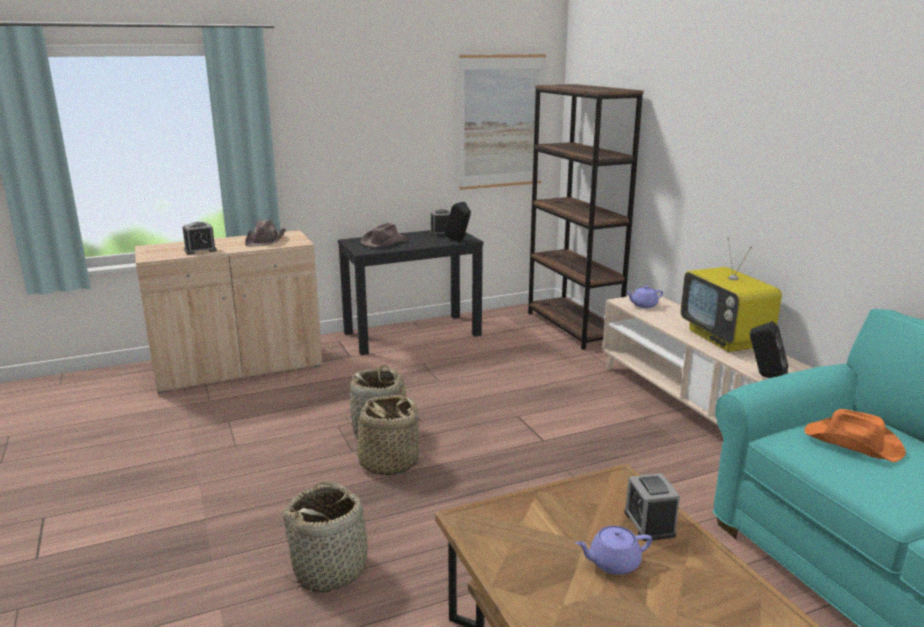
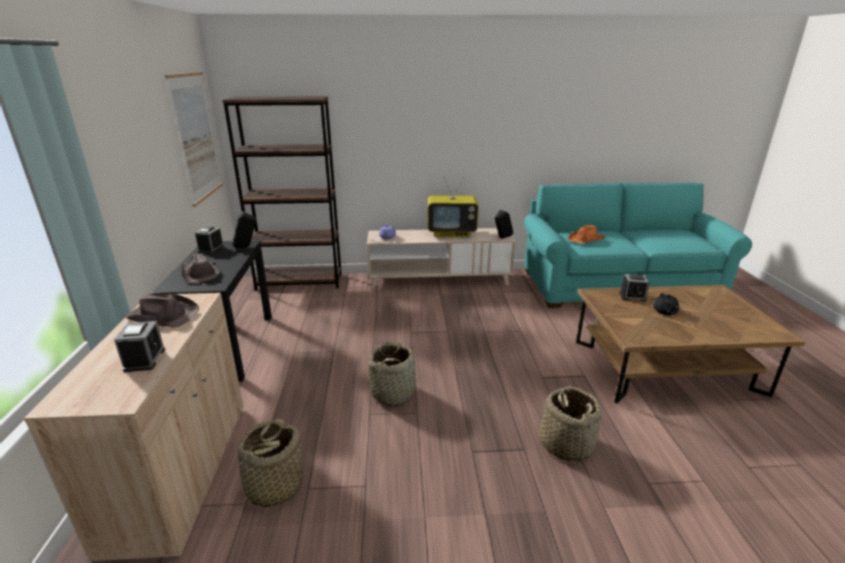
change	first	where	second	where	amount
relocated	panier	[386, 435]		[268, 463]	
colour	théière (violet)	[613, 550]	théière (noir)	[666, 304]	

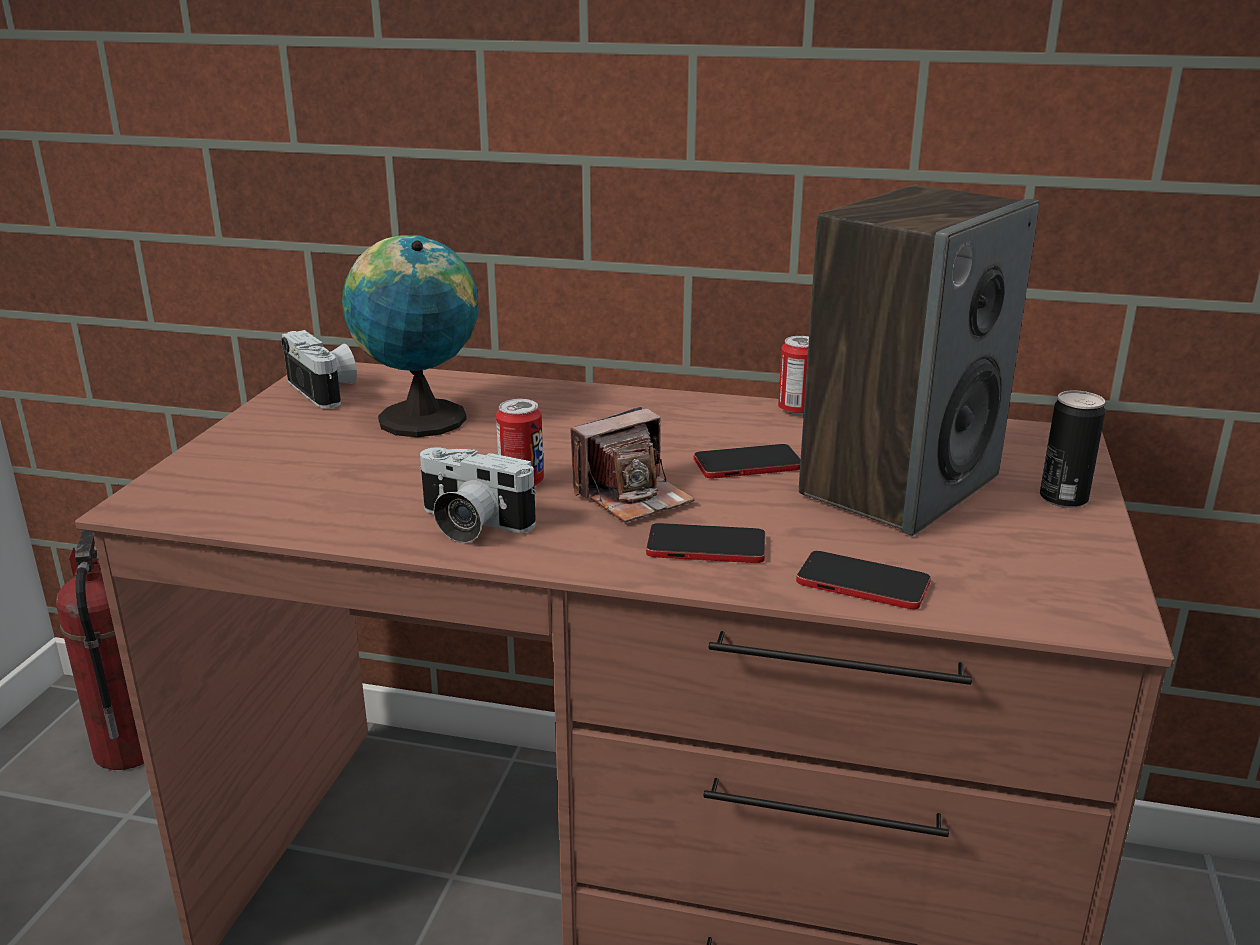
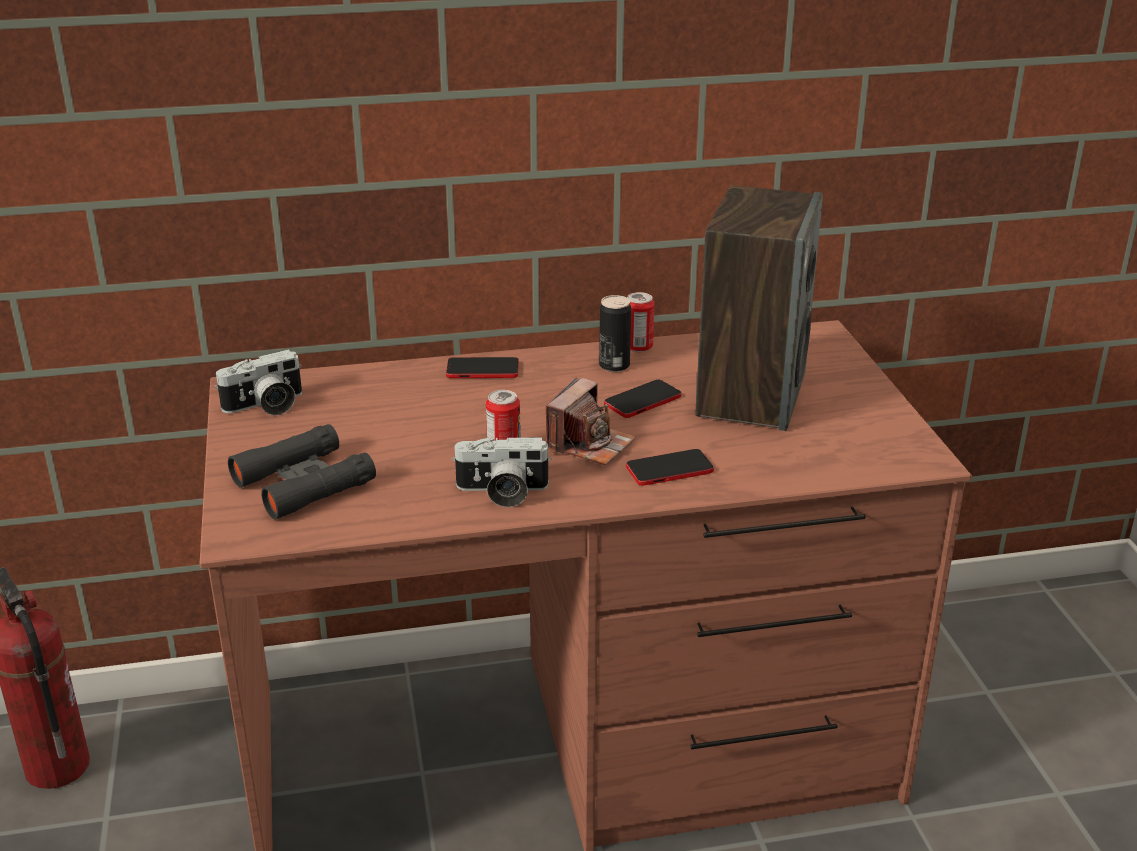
change	first	where	second	where	amount
spun	appareil photo	[319, 369]		[258, 382]	120 degrees clockwise
appeared			jumelles (noir)	[302, 472]	
relocated	téléphone	[863, 580]		[482, 367]	
relocated	boîte métallique	[1072, 449]		[615, 333]	
missing	globe	[410, 336]			

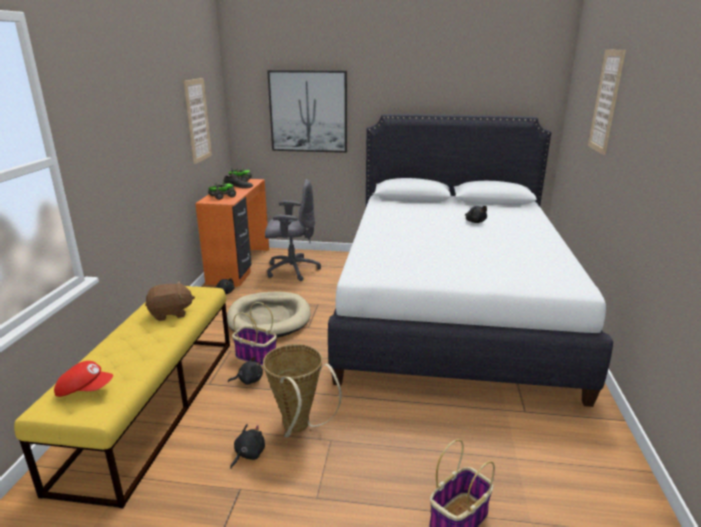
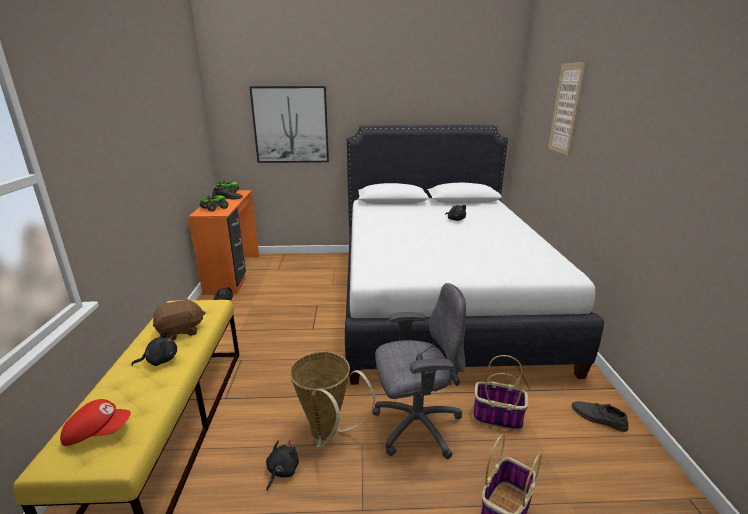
change	first	where	second	where	amount
relocated	peluche (noir)	[245, 371]		[154, 348]	
relocated	chaise de bureau (gris)	[293, 230]		[419, 371]	
relocated	panier	[254, 334]		[500, 392]	
appeared			chaussure (gris)	[600, 416]	
missing	tableau	[198, 121]			
missing	panier pour chien (beige)	[269, 315]			

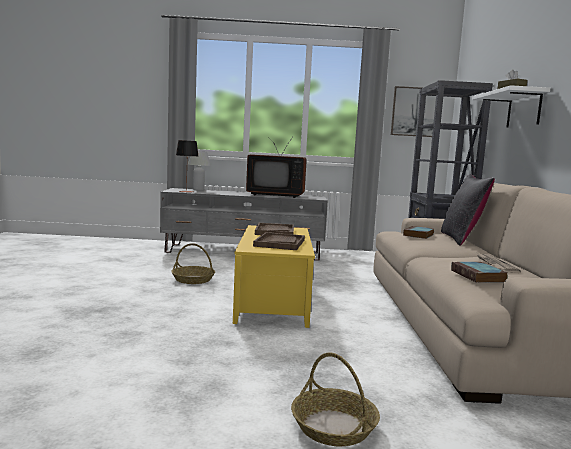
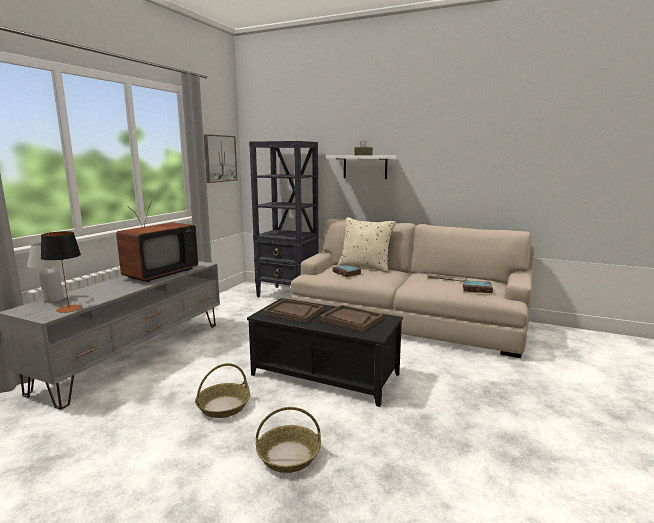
change	first	where	second	where	amount
colour	table basse (jaune)	[274, 276]	table basse (noir)	[325, 352]	
relocated	panier	[335, 399]		[288, 440]	
colour	coussin (noir)	[468, 210]	coussin (beige)	[367, 244]	

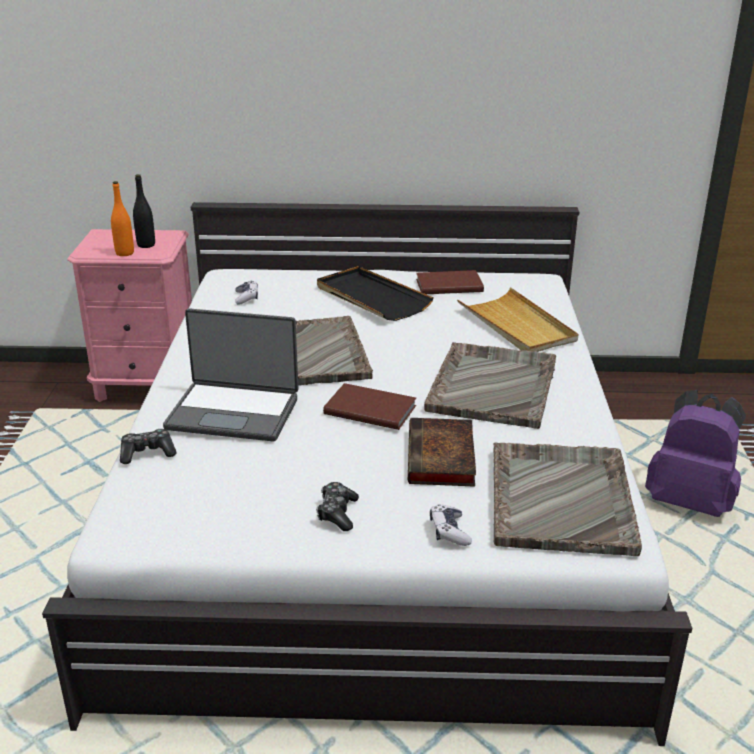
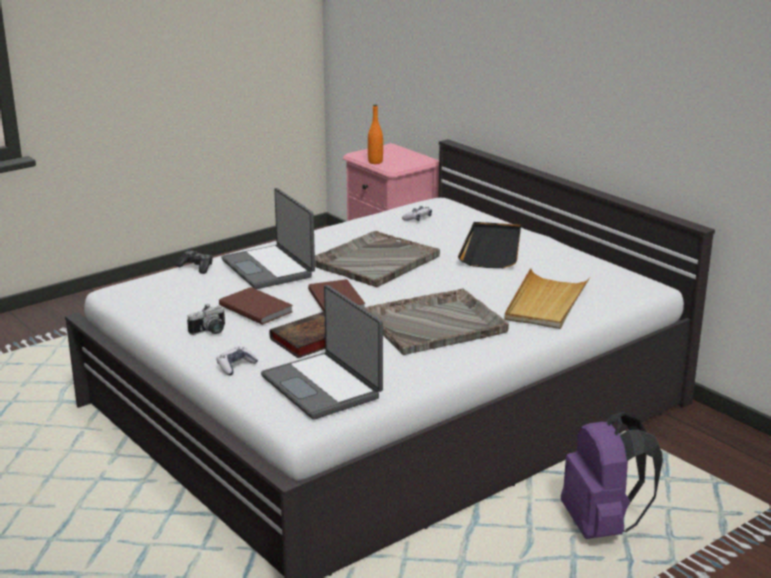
change	first	where	second	where	amount
exchanged	manette	[337, 506]	appareil photo	[206, 319]	
relocated	livre (marron)	[450, 282]		[256, 306]	
exchanged	plateau (gris)	[567, 499]	ordinateur portable	[322, 352]	
missing	bouteille (noir)	[144, 211]			

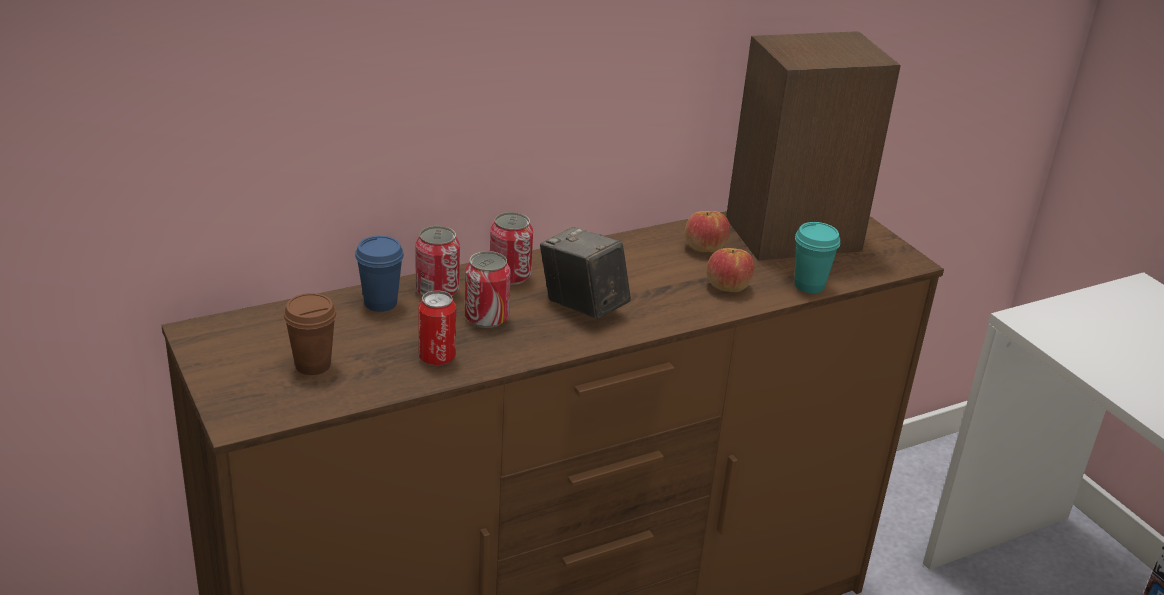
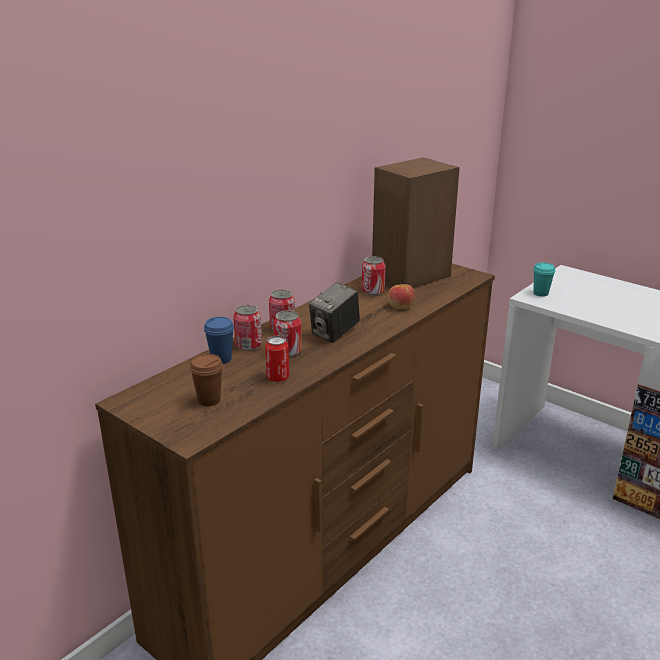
change	first	where	second	where	amount
spun	appareil photo	[585, 273]		[334, 312]	75 degrees counterclockwise
exchanged	pomme	[707, 231]	boîte métallique	[374, 276]	
relocated	tasse (turquoise)	[817, 257]		[544, 280]	

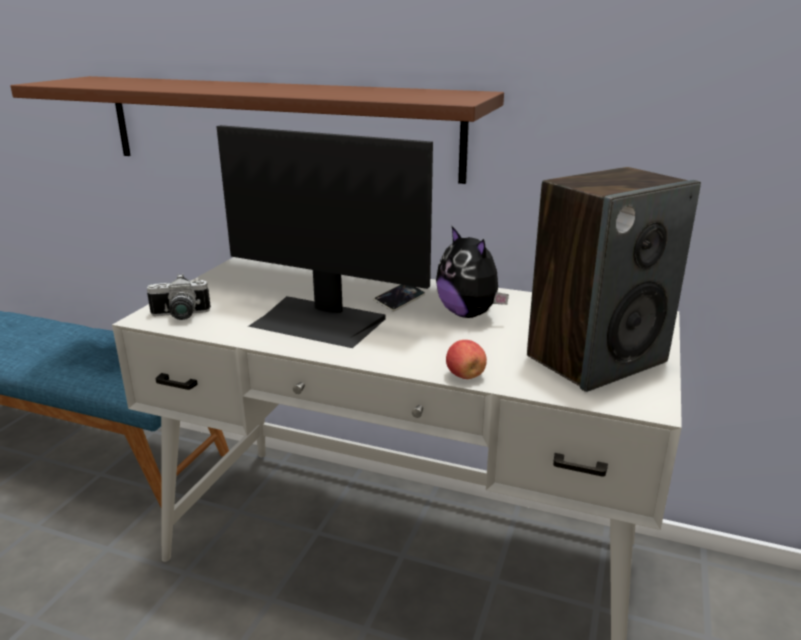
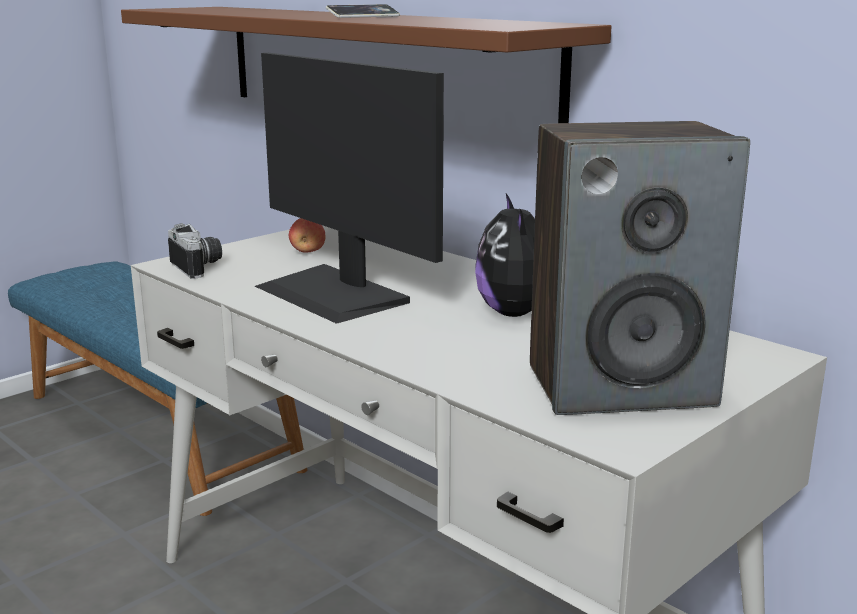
change	first	where	second	where	amount
spun	appareil photo	[179, 297]		[195, 251]	135 degrees counterclockwise
relocated	pomme	[466, 359]		[307, 235]	
relocated	téléphone	[399, 298]		[363, 11]	

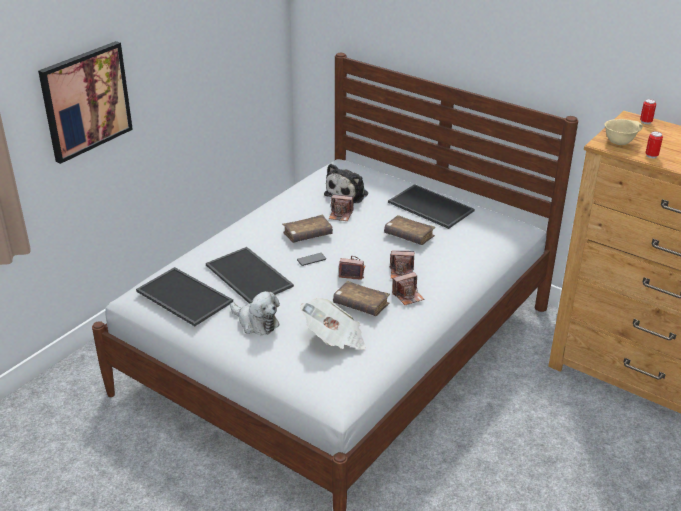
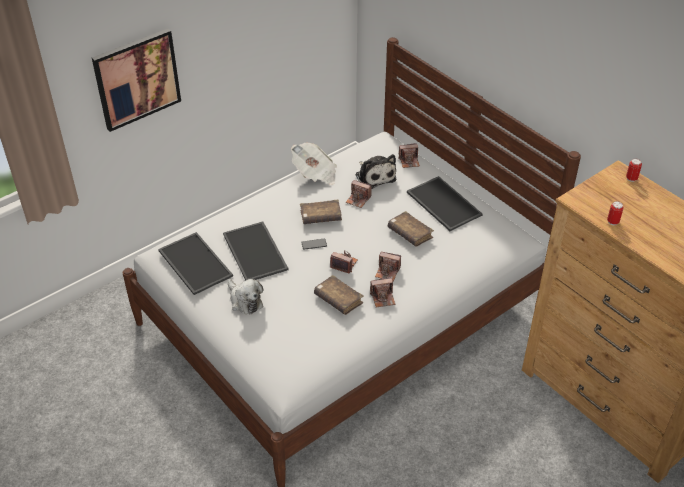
change	first	where	second	where	amount
relocated	journal	[333, 324]		[314, 164]	
spun	peluche	[346, 184]		[376, 171]	75 degrees counterclockwise
appeared			appareil photo	[409, 155]	
missing	bol (beige)	[623, 132]			

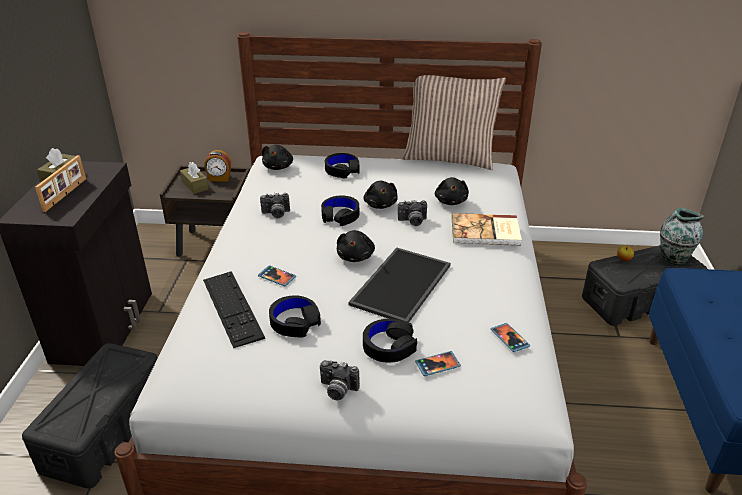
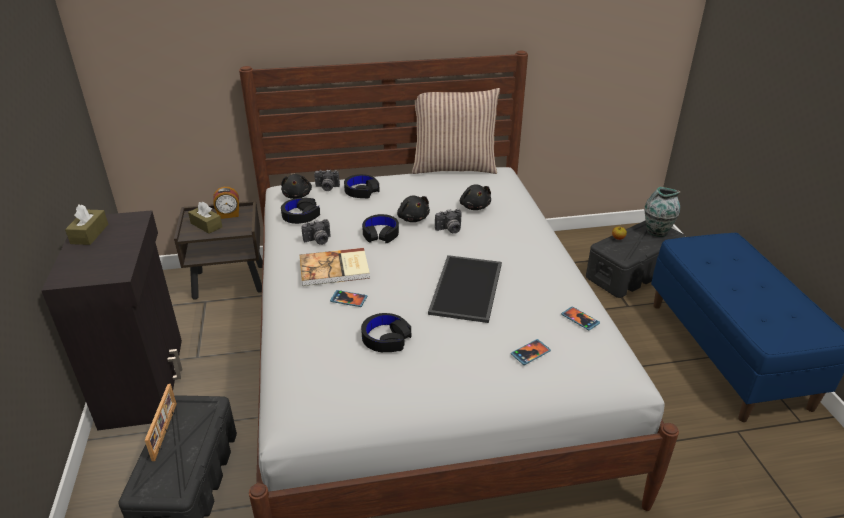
change	first	where	second	where	amount
relocated	cadre photo	[60, 183]		[161, 422]	
relocated	casque audio (noir)	[390, 341]		[300, 211]	
relocated	livre	[487, 229]		[335, 267]	
relocated	appareil photo	[340, 380]		[327, 180]	
missing	clavier	[234, 309]			
missing	peluche (noir)	[356, 246]			

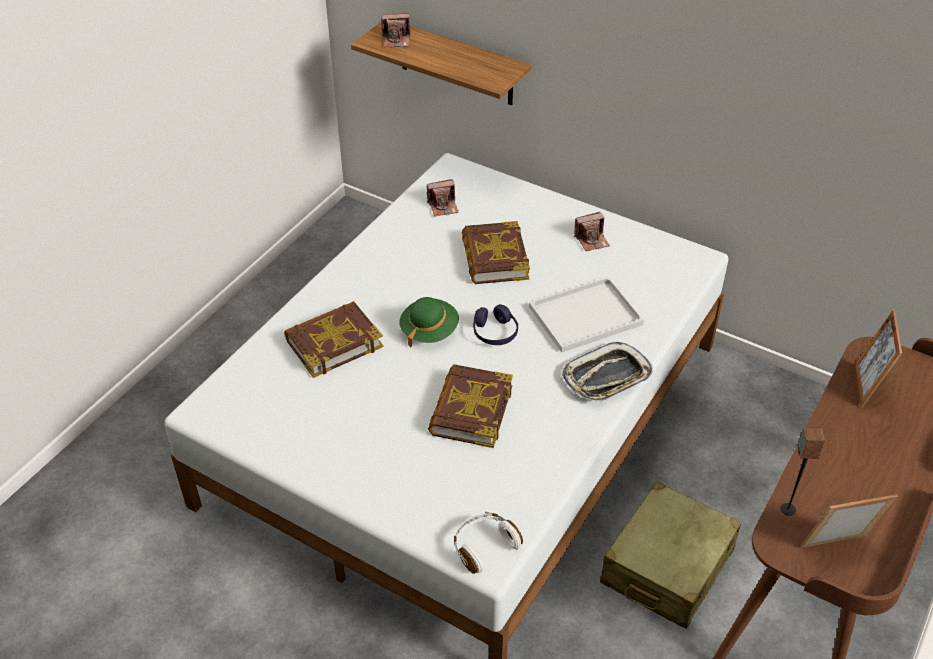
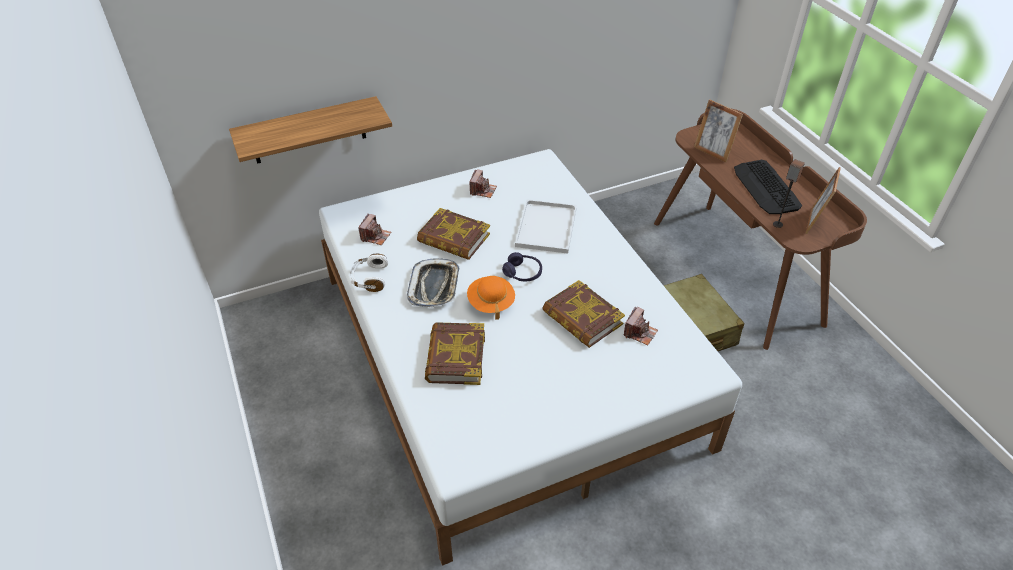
change	first	where	second	where	amount
relocated	casque audio (blanc)	[488, 542]		[369, 273]	
relocated	plateau	[607, 372]		[433, 282]	
colour	chapeau (vert)	[429, 322]	chapeau (orange)	[491, 298]	
relocated	appareil photo	[395, 30]		[641, 325]	
appeared			clavier	[768, 187]	

